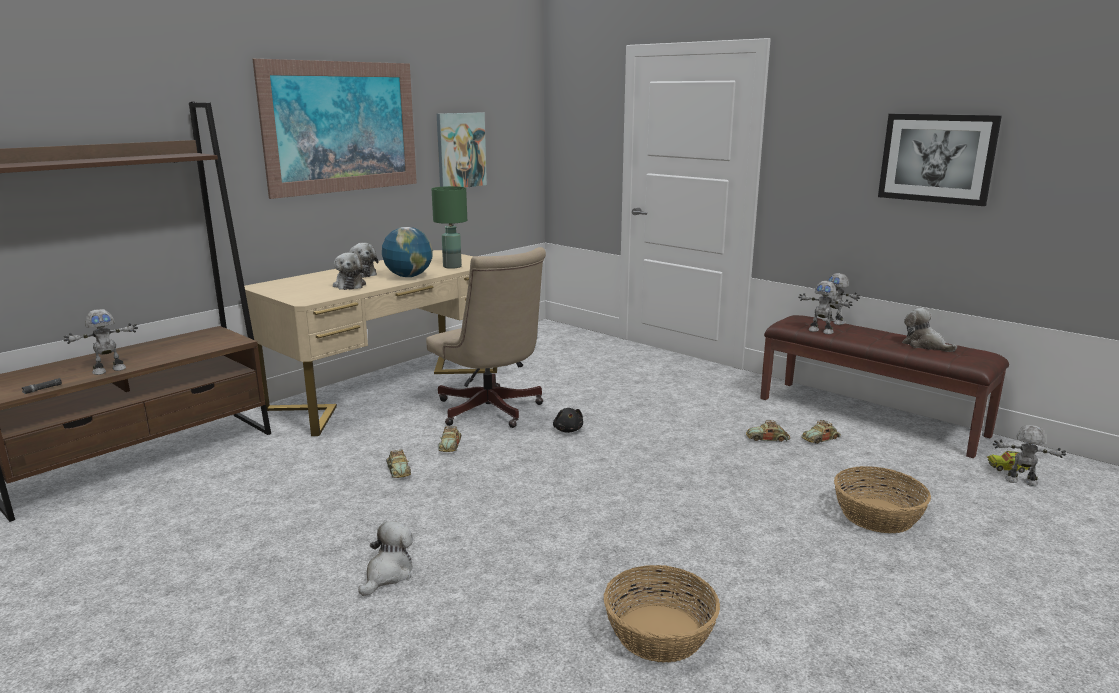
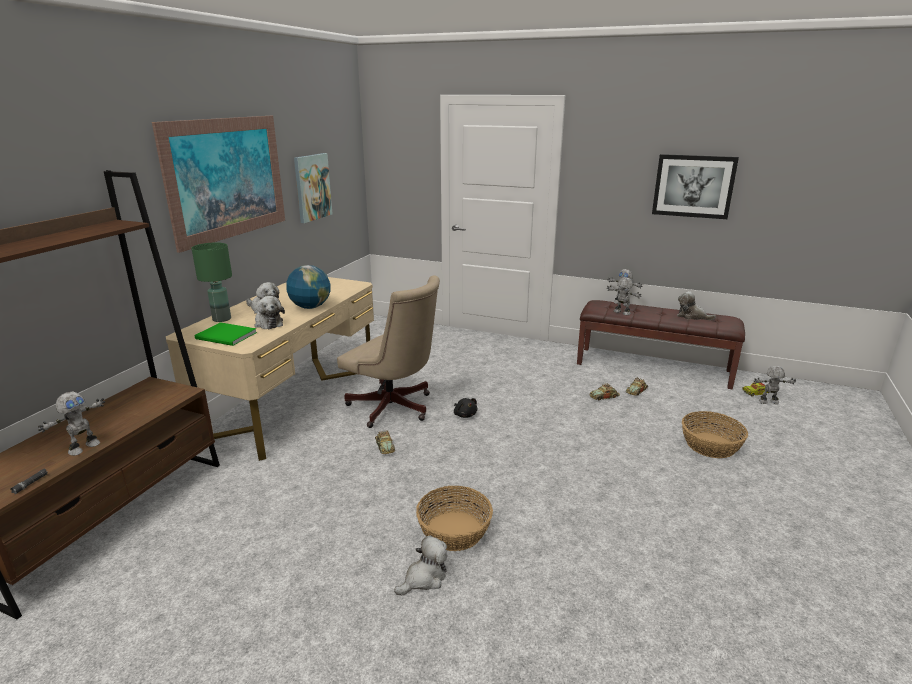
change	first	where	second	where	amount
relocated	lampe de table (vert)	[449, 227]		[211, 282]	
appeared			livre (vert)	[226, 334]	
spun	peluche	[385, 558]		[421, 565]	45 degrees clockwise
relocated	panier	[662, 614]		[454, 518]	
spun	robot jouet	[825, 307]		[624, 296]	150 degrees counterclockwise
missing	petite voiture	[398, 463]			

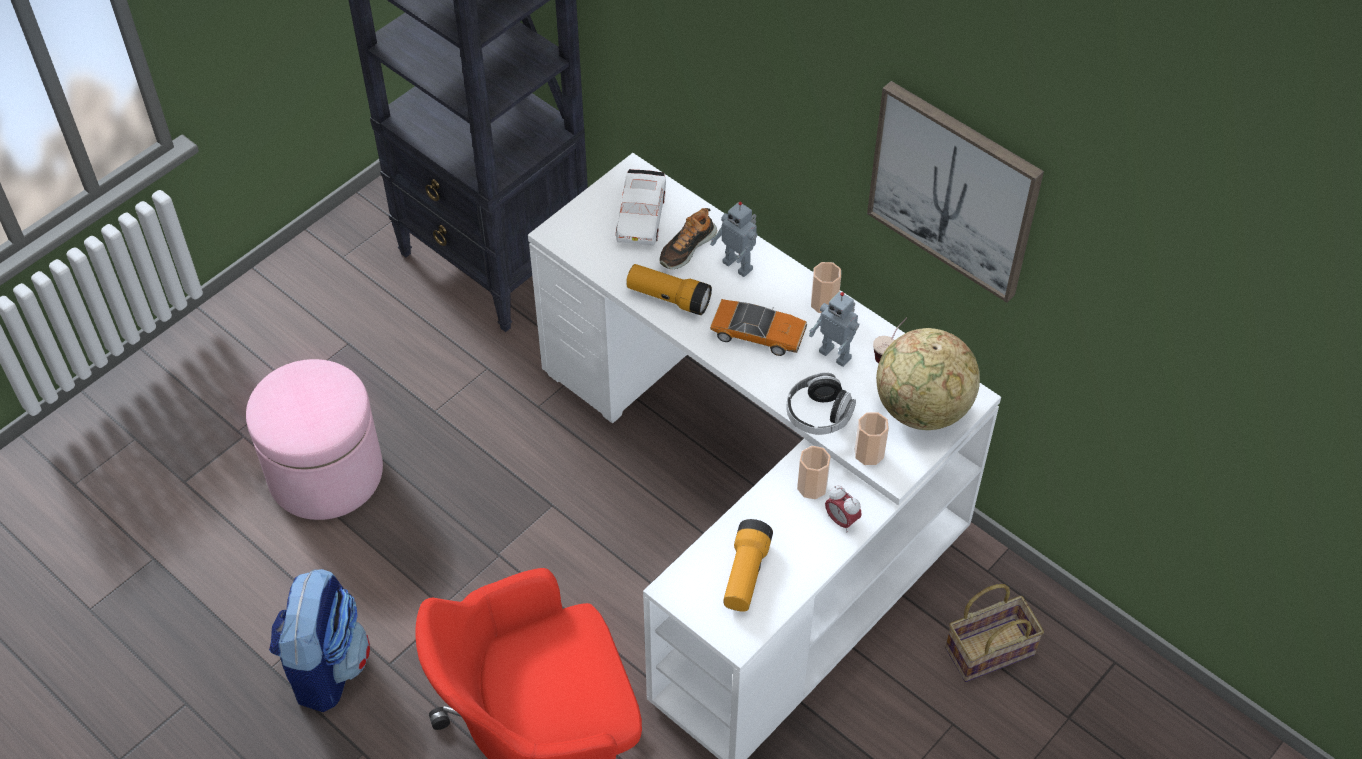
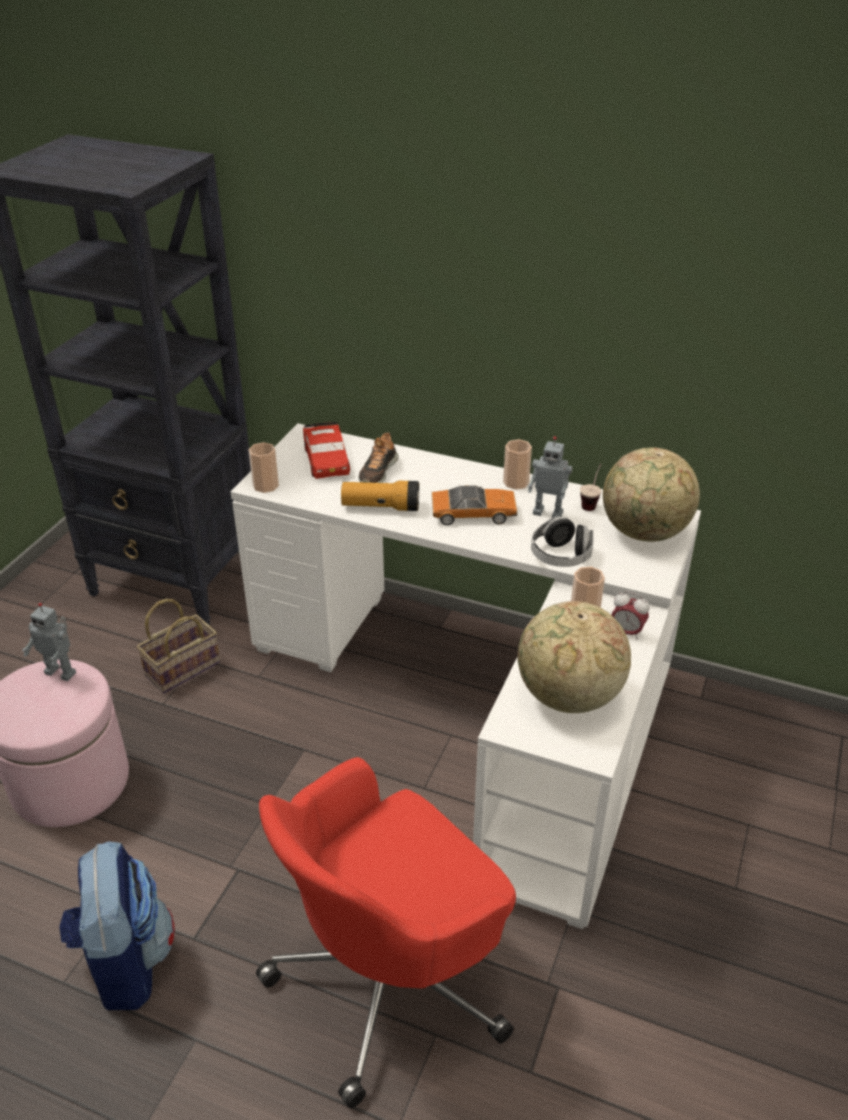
change	first	where	second	where	amount
relocated	robot jouet	[733, 239]		[49, 642]	
relocated	panier	[994, 633]		[178, 646]	
relocated	tasse	[872, 438]		[263, 467]	
colour	petite voiture (blanc)	[641, 207]	petite voiture (rouge)	[326, 450]	
exchanged	lampe de poche	[748, 565]	globe	[574, 657]	
missing	tableau	[955, 192]			

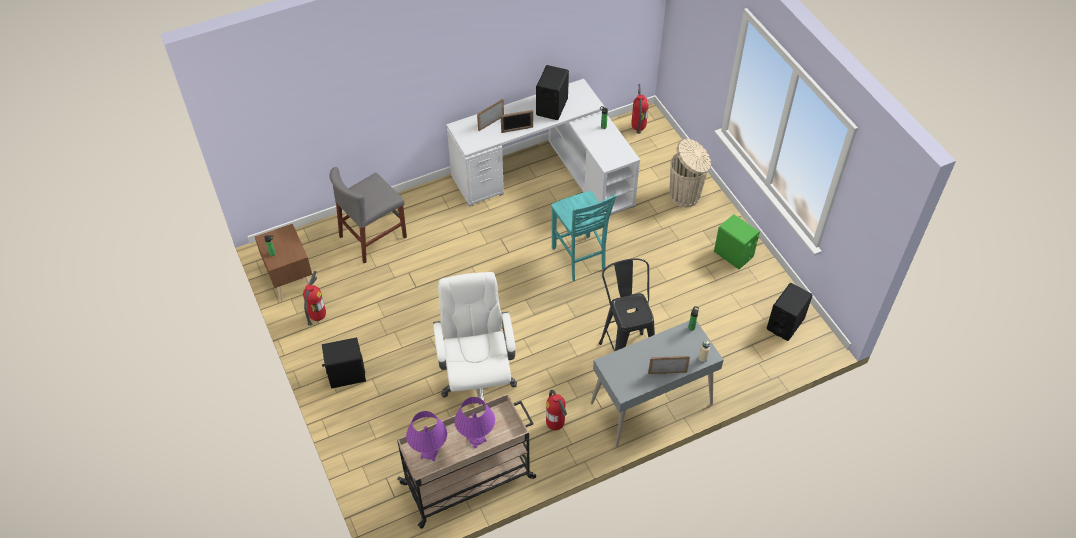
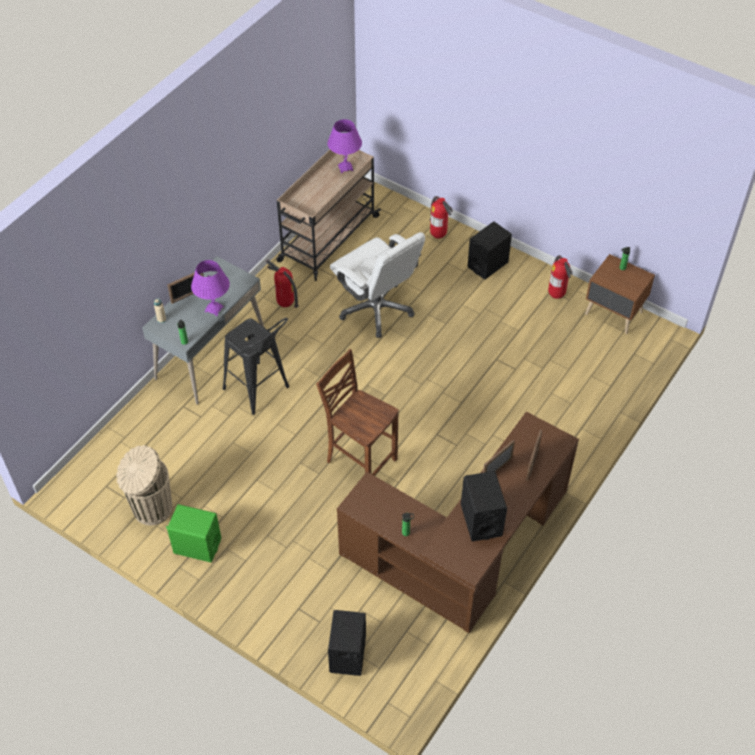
change	first	where	second	where	amount
relocated	poubelle (beige)	[690, 173]		[144, 485]	
relocated	lampe de table (violet)	[474, 423]		[210, 288]	
colour	chaise (turquoise)	[583, 236]	chaise (marron)	[357, 412]	
relocated	enceinte (noir)	[790, 312]		[347, 643]	
colour	bureau (blanc)	[543, 146]	bureau (marron)	[458, 522]	
relocated	extincteur	[640, 109]		[441, 217]	
missing	chaise (gris)	[368, 215]			

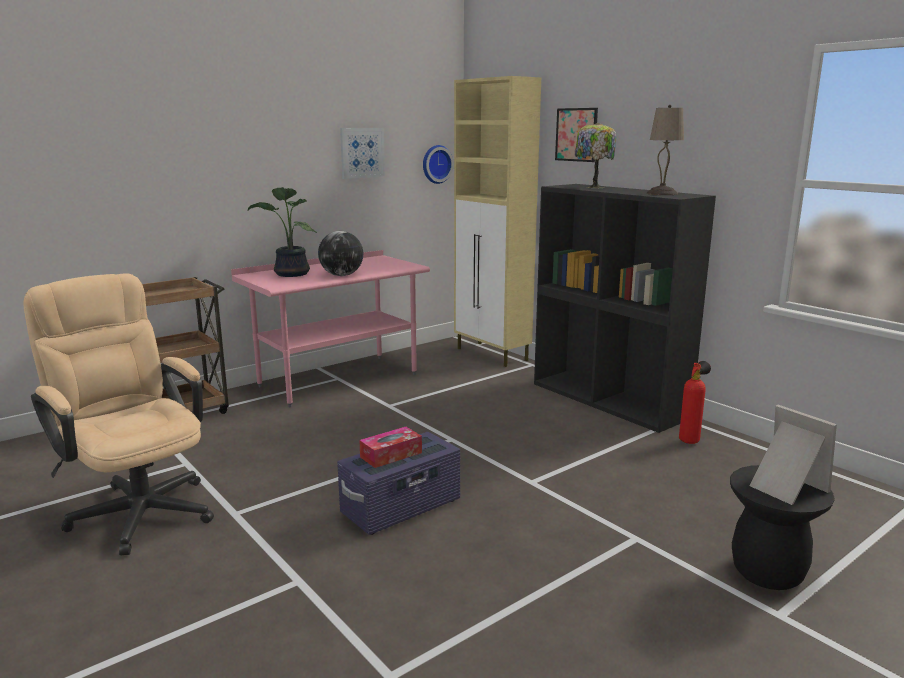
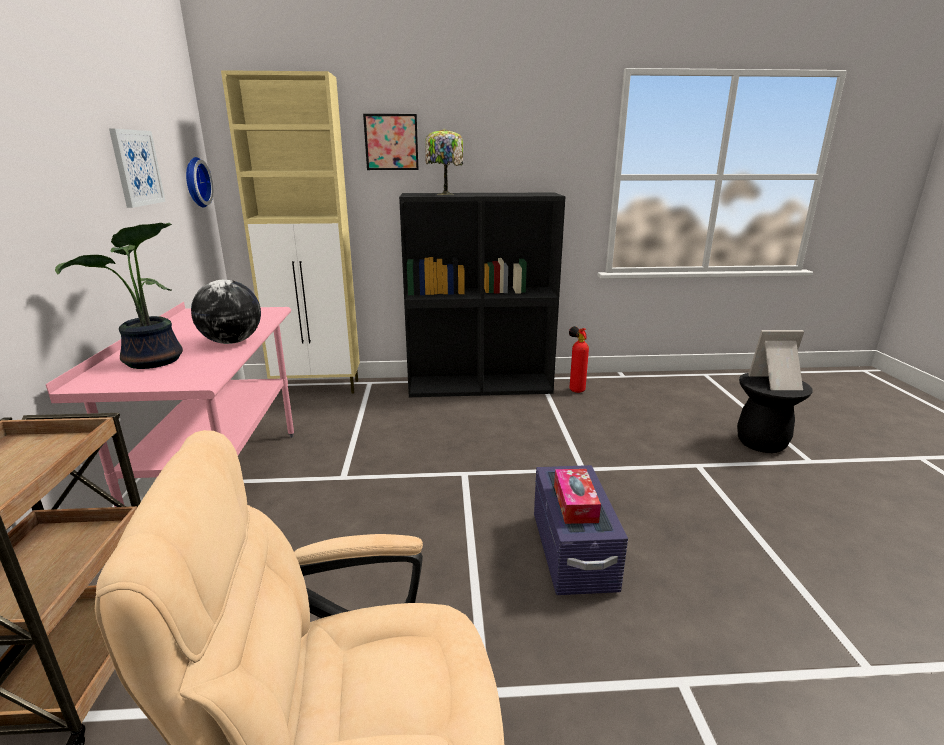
change	first	where	second	where	amount
missing	lampe de table (beige)	[665, 150]			

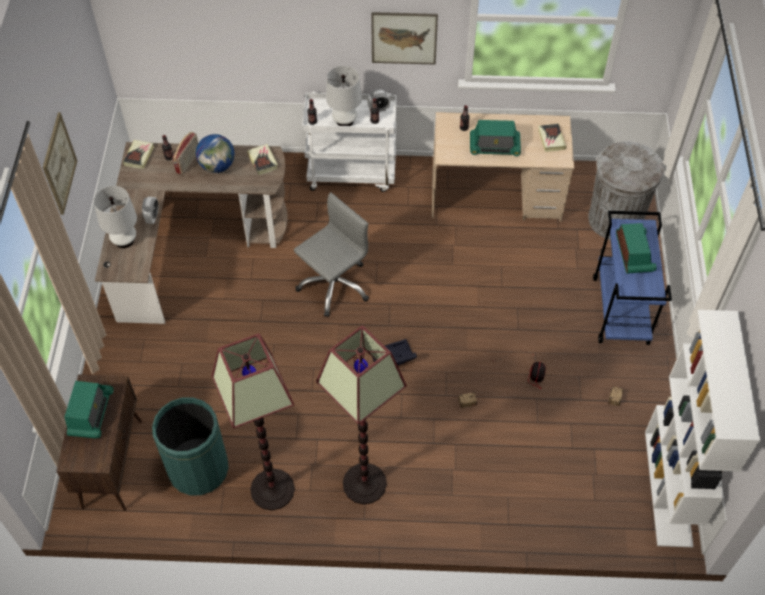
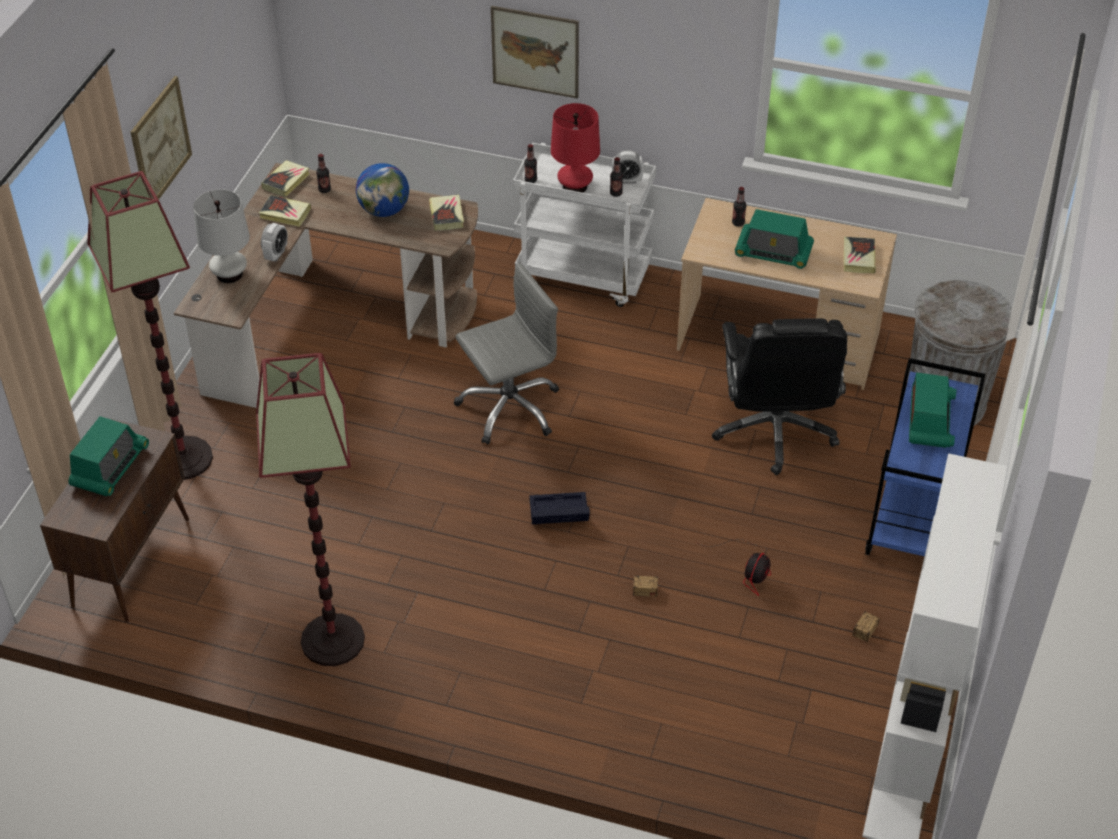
change	first	where	second	where	amount
relocated	lampadaire	[361, 414]		[150, 325]	
appeared			livre	[285, 211]	
relocated	tableau	[404, 38]		[535, 52]	
colour	lampe de table (blanc)	[344, 96]	lampe de table (rouge)	[575, 148]	
appeared			chaise de bureau (noir)	[779, 396]	
missing	poubelle (vert)	[190, 446]			
missing	radio	[185, 153]			

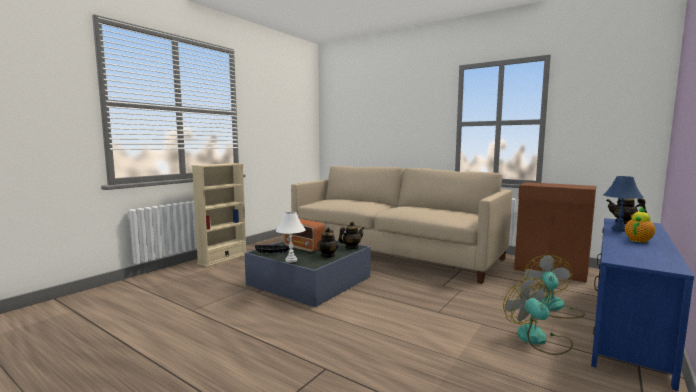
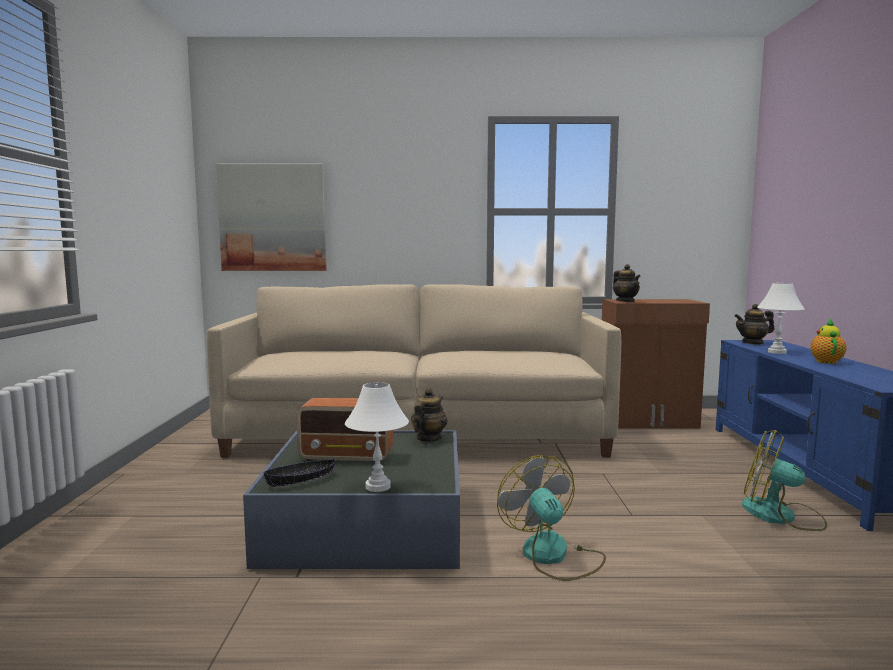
change	first	where	second	where	amount
appeared			tableau	[271, 217]	
relocated	ventilateur	[554, 287]		[551, 518]	
relocated	théière	[328, 242]		[627, 283]	
colour	lampe de table (bleu)	[623, 204]	lampe de table (blanc)	[781, 318]	
missing	bibliothèque (beige)	[218, 215]			

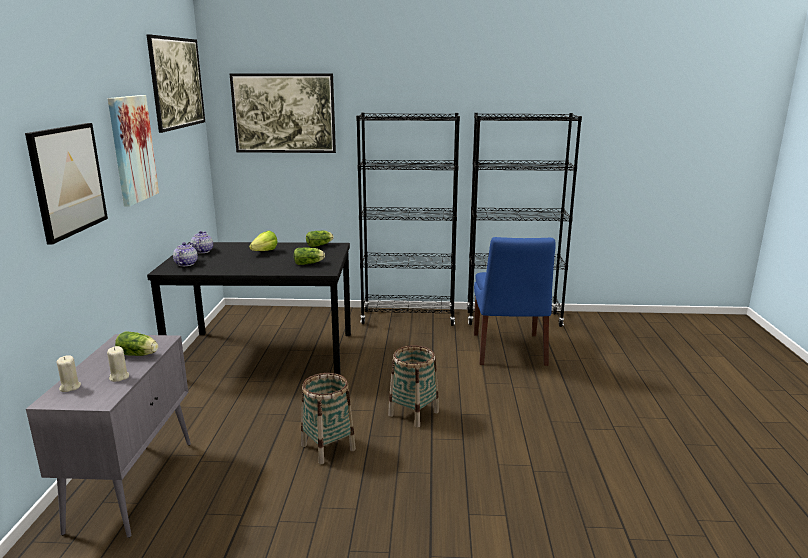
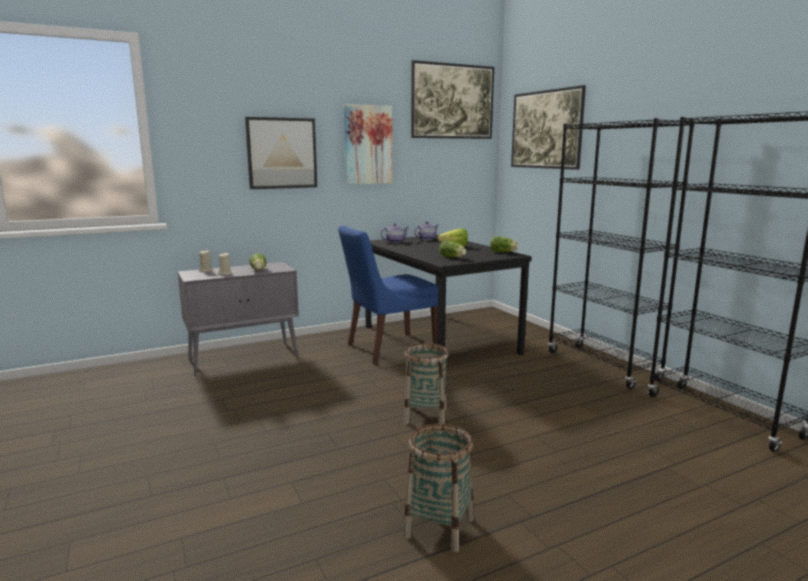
change	first	where	second	where	amount
relocated	chaise (bleu)	[515, 301]		[388, 295]	
relocated	panier	[328, 418]		[438, 488]	

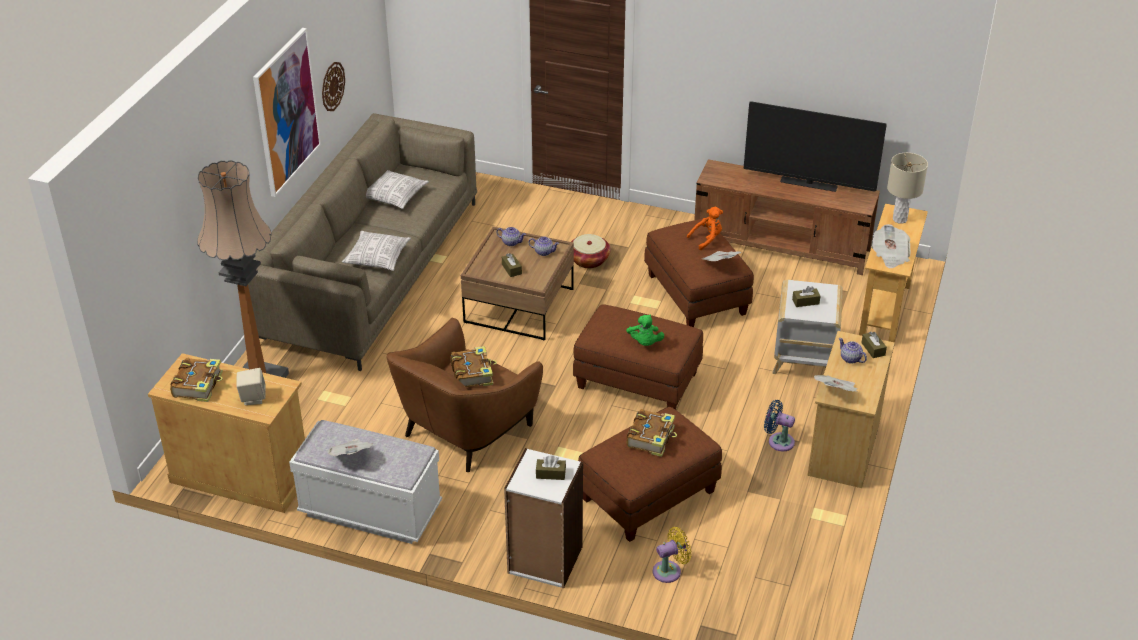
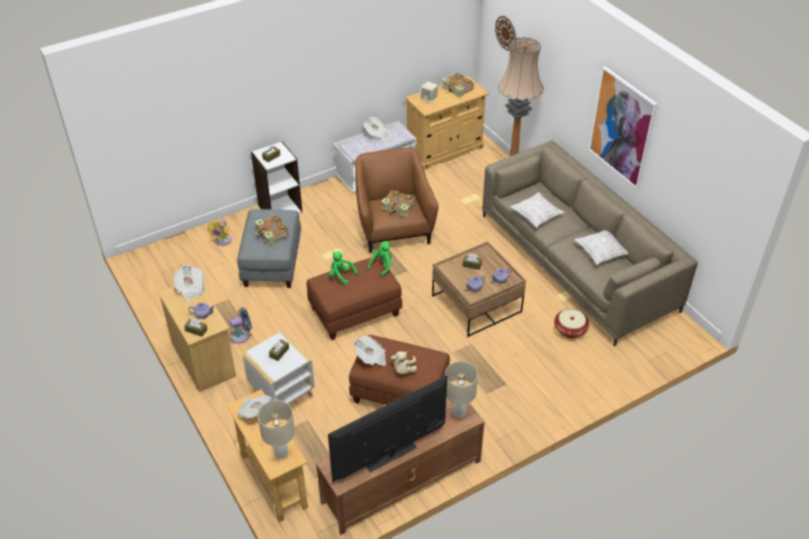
change	first	where	second	where	amount
colour	pouf (marron)	[650, 474]	pouf (gris)	[269, 248]	
appeared			peluche (vert)	[380, 259]	
colour	peluche (orange)	[705, 228]	peluche (beige)	[404, 362]	
appeared			lampe de table (beige)	[461, 389]	
relocated	horloge murale	[333, 86]		[505, 33]	
relocated	panier	[590, 251]		[571, 323]	

